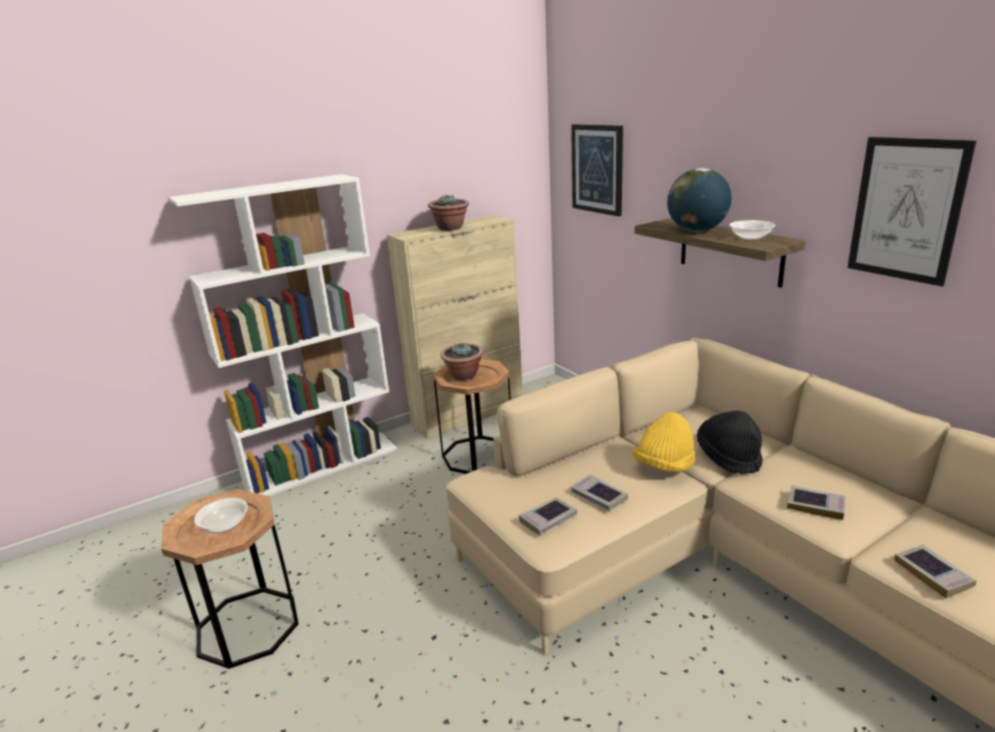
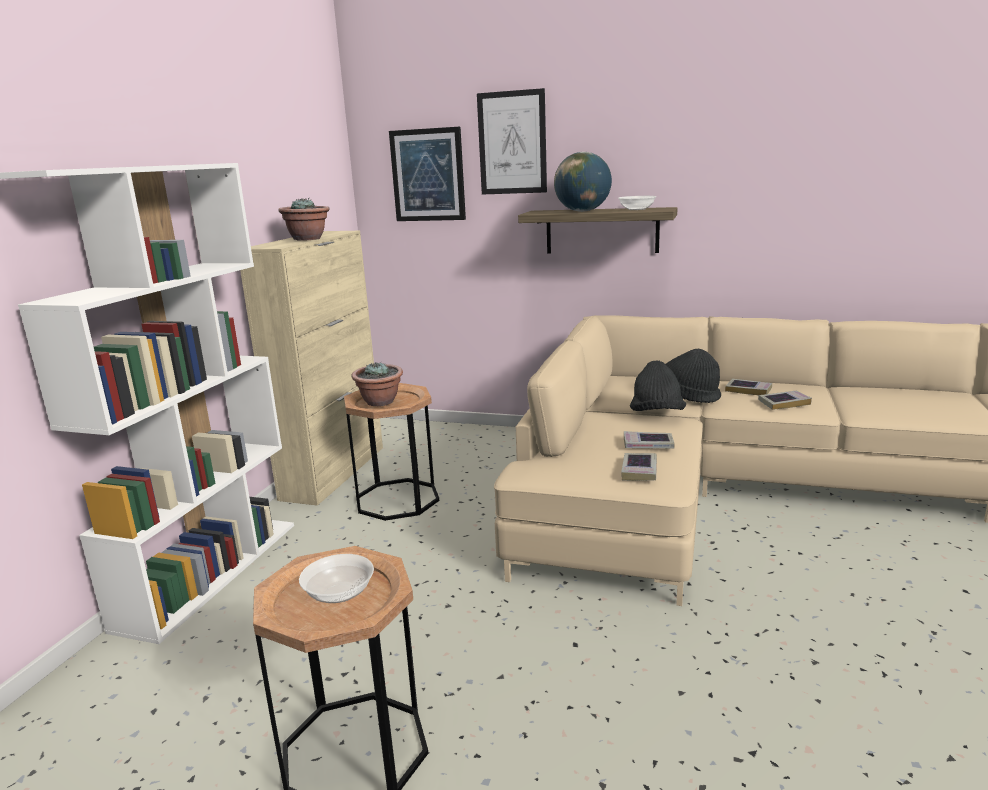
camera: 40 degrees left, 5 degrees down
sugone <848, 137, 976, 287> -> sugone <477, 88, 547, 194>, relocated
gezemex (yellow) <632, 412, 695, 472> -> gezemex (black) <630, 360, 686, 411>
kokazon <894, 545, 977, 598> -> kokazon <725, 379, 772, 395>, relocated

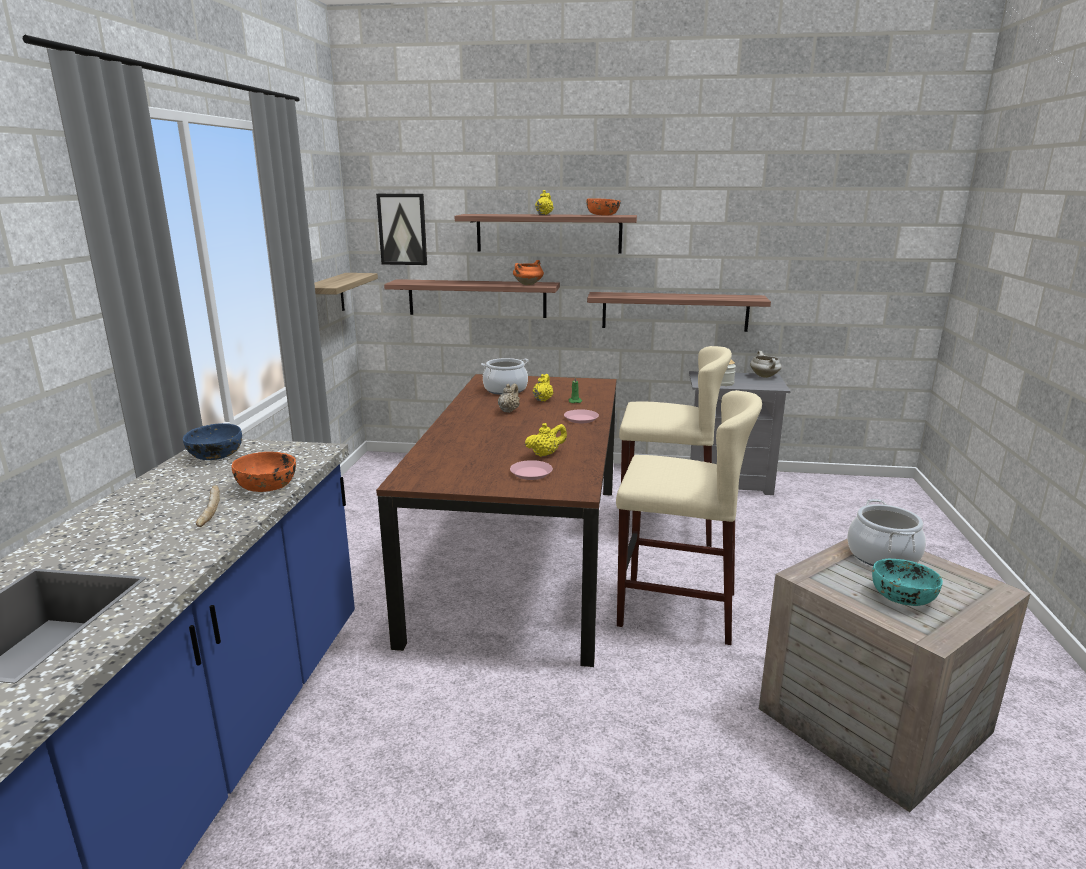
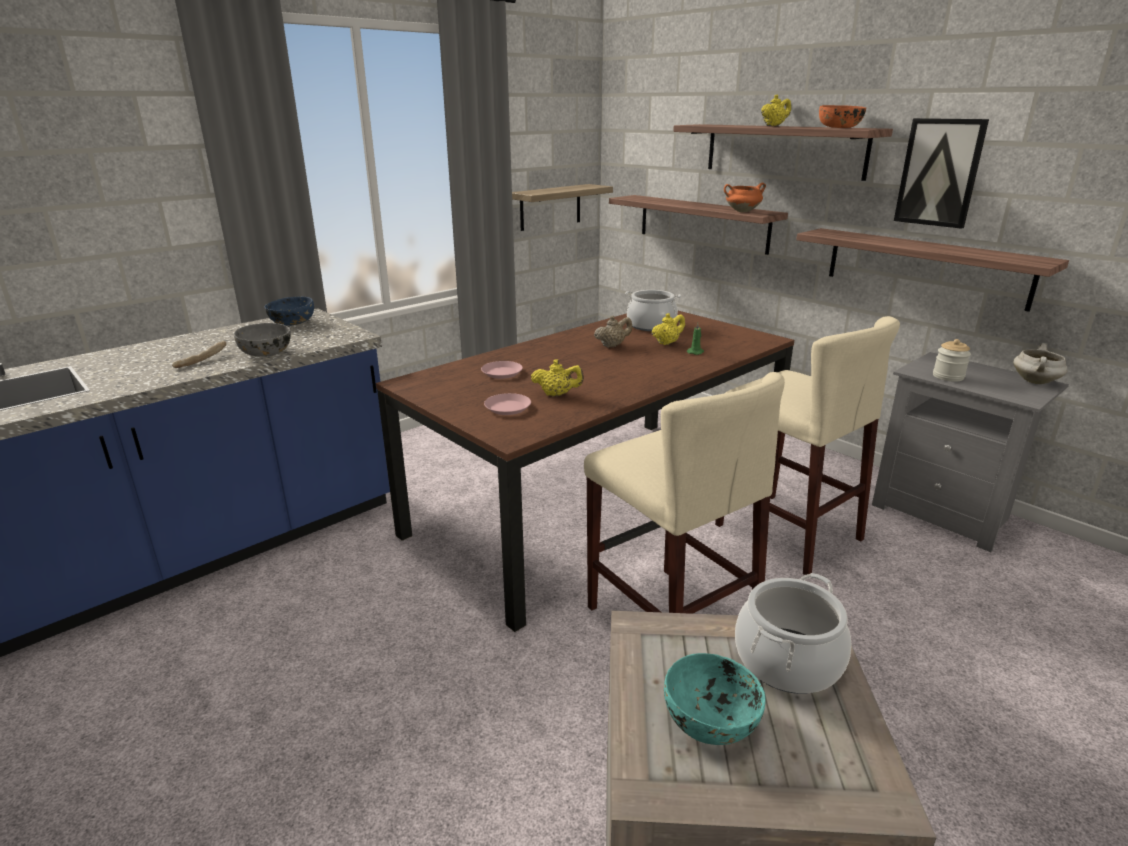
camera: 40 degrees right, 5 degrees up
sugone <376, 194, 427, 265> -> sugone <894, 118, 989, 229>, relocated
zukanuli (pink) <564, 409, 599, 423> -> zukanuli (pink) <481, 361, 523, 379>, relocated
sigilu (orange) <232, 452, 296, 492> -> sigilu (grey) <234, 323, 291, 357>

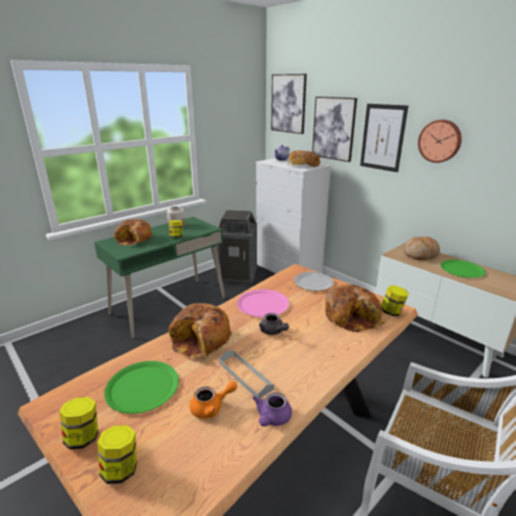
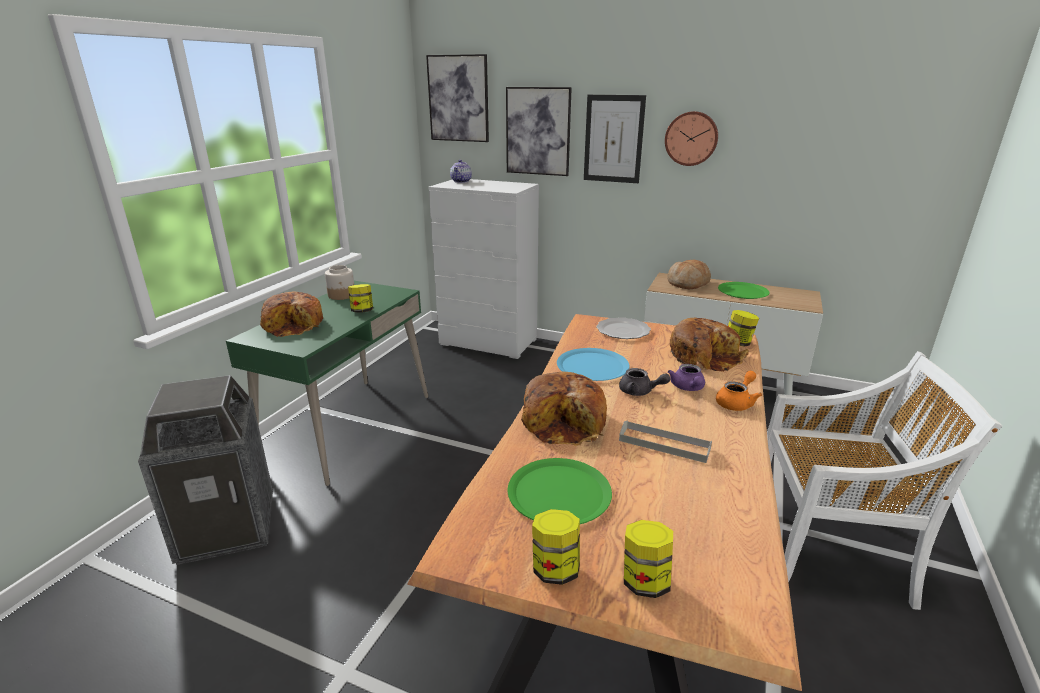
camera: 25 degrees left, 0 degrees up
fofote <288, 150, 320, 167> -> none
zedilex <216, 210, 257, 284> -> zedilex <138, 375, 273, 565>, relocated
zukanuli (pink) <237, 289, 289, 317> -> zukanuli (blue) <557, 348, 630, 381>
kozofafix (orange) <190, 381, 237, 419> -> kozofafix (orange) <716, 371, 762, 411>, relocated
kozofafix (purple) <252, 392, 292, 427> -> kozofafix (purple) <668, 364, 705, 391>, relocated

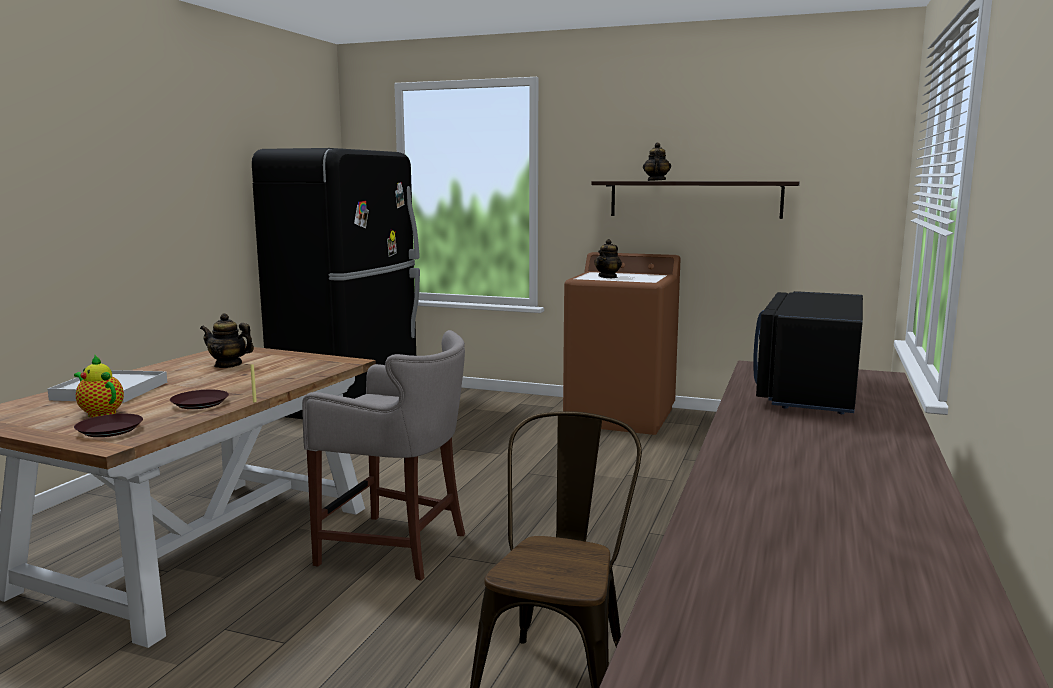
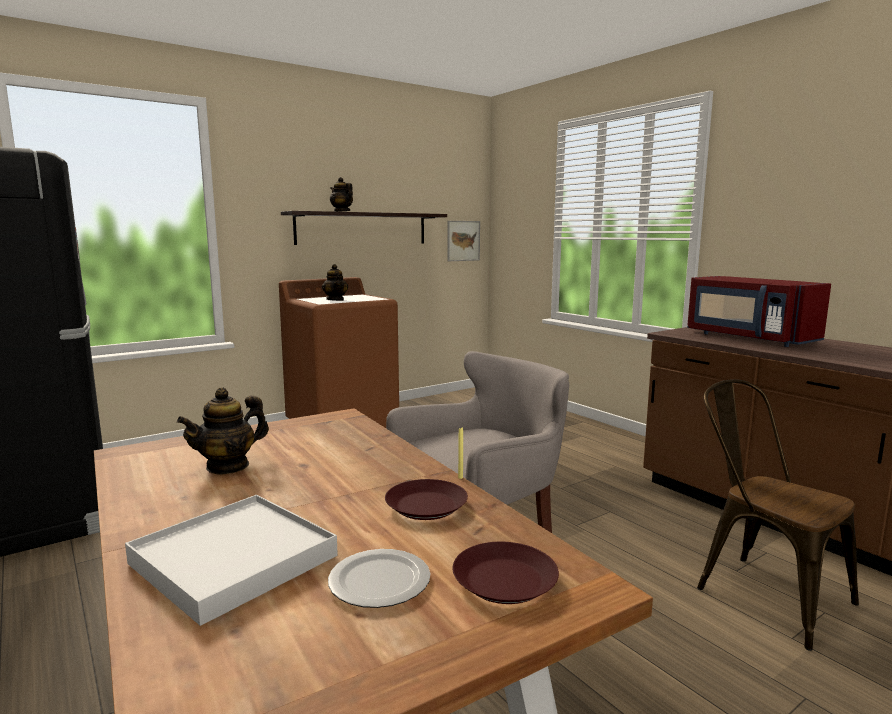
camera: 55 degrees left, 0 degrees up
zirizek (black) <753, 291, 863, 414> -> zirizek (red) <687, 276, 831, 347>
kozofafix <74, 355, 124, 418> -> zukanuli <328, 549, 430, 608>
none -> sugone <448, 221, 480, 261>

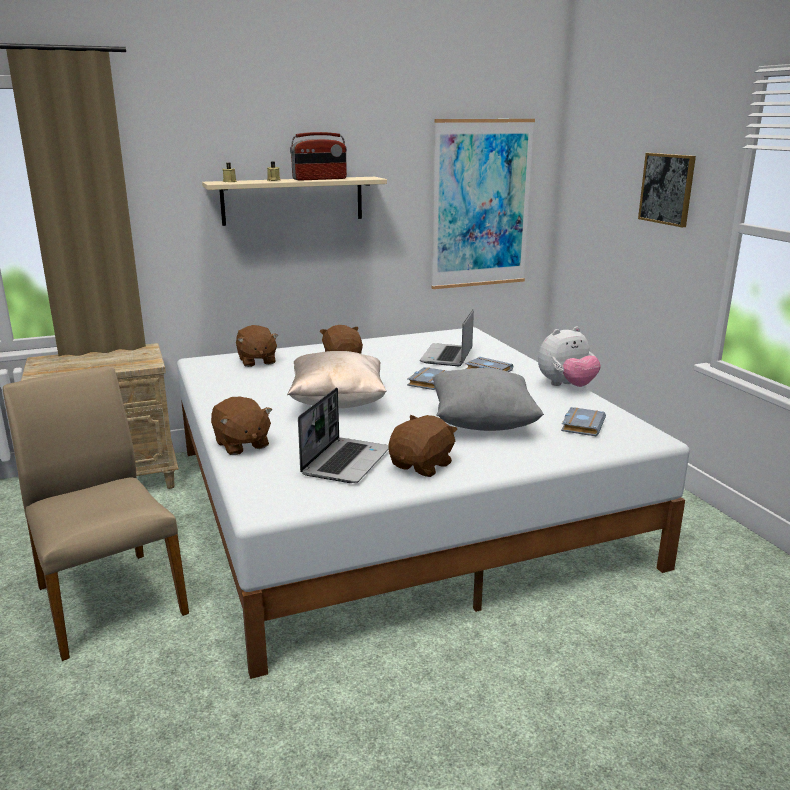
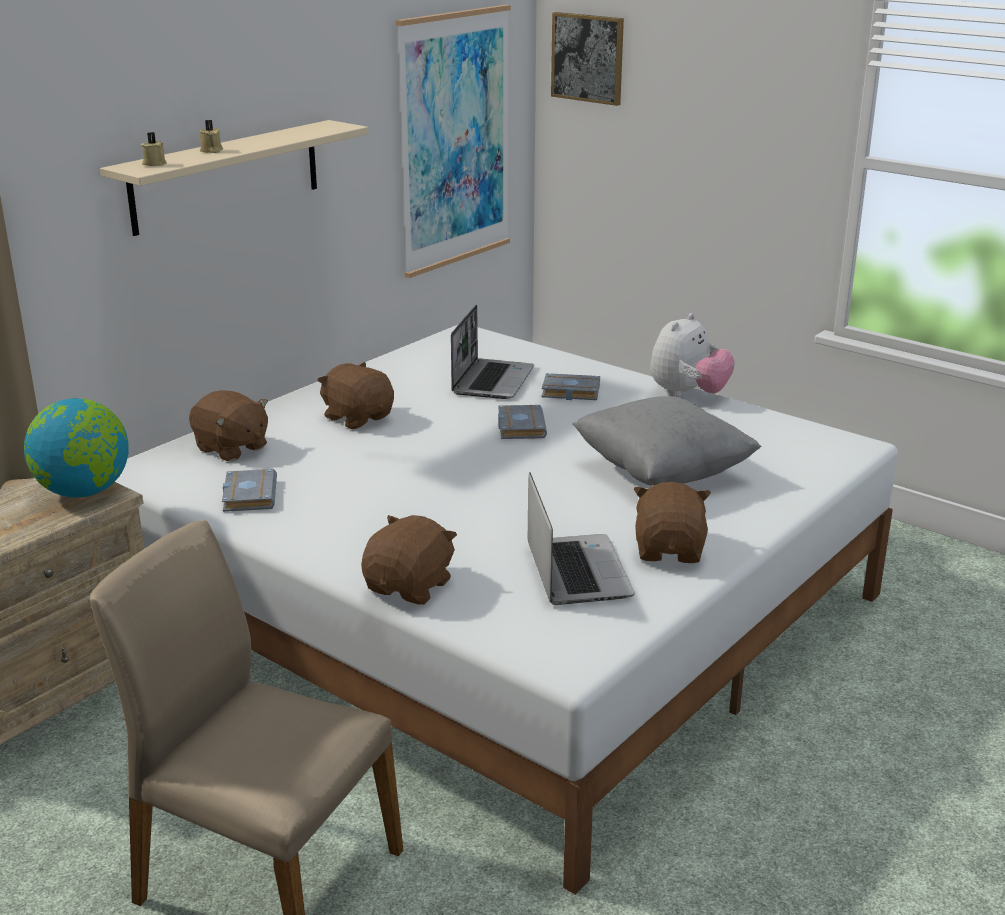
camera: 30 degrees left, 5 degrees up
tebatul <290, 132, 347, 181> -> none
sugone <638, 153, 696, 227> -> sugone <551, 12, 624, 106>, relocated
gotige <420, 309, 474, 366> -> gotige <451, 305, 534, 399>, 150 degrees counterclockwise
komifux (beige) <287, 351, 387, 408> -> none
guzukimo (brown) <211, 397, 272, 455> -> guzukimo (brown) <361, 515, 457, 605>, 90 degrees counterclockwise
kokazon (grey) <561, 407, 606, 436> -> kokazon (grey) <222, 469, 277, 512>, relocated
none -> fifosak <24, 398, 129, 498>

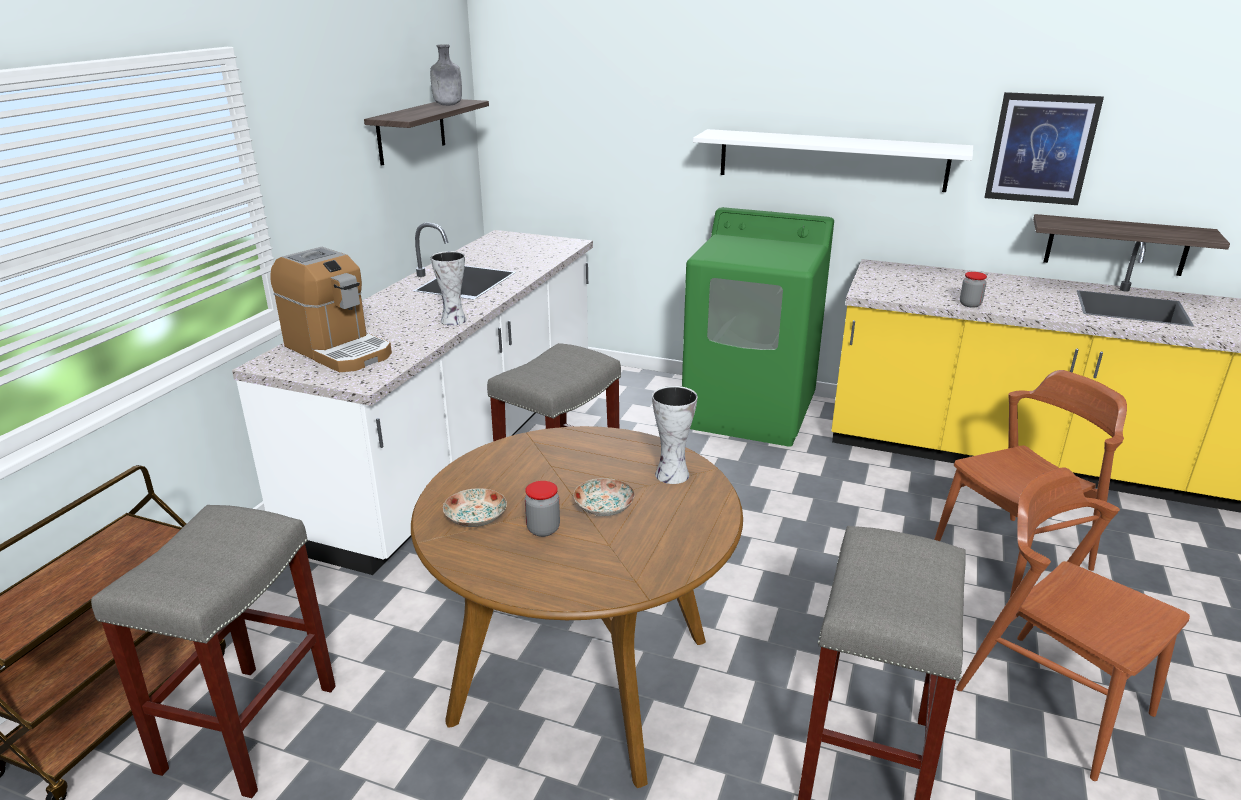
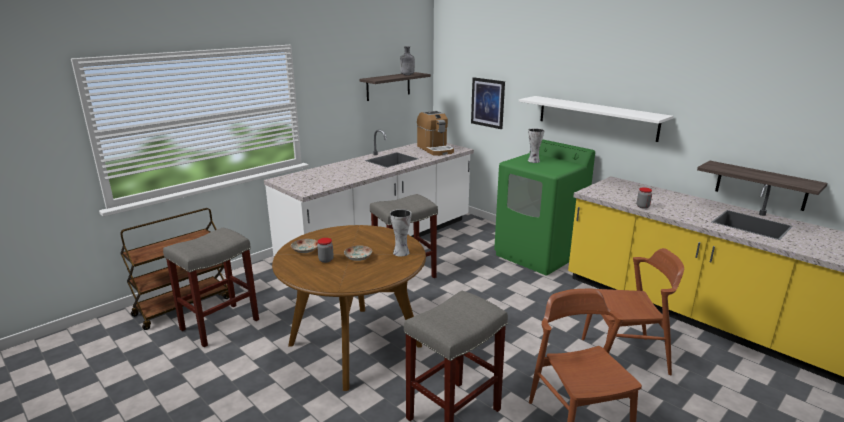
camera: 25 degrees right, 5 degrees down
sugone <984, 92, 1104, 205> -> sugone <471, 77, 505, 129>, relocated
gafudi <270, 247, 392, 372> -> gafudi <417, 111, 454, 156>, relocated
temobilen <431, 251, 467, 326> -> temobilen <528, 128, 544, 163>, relocated

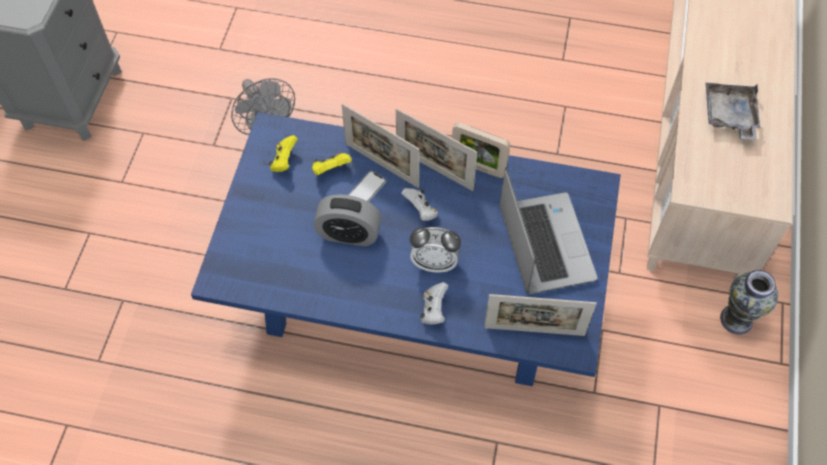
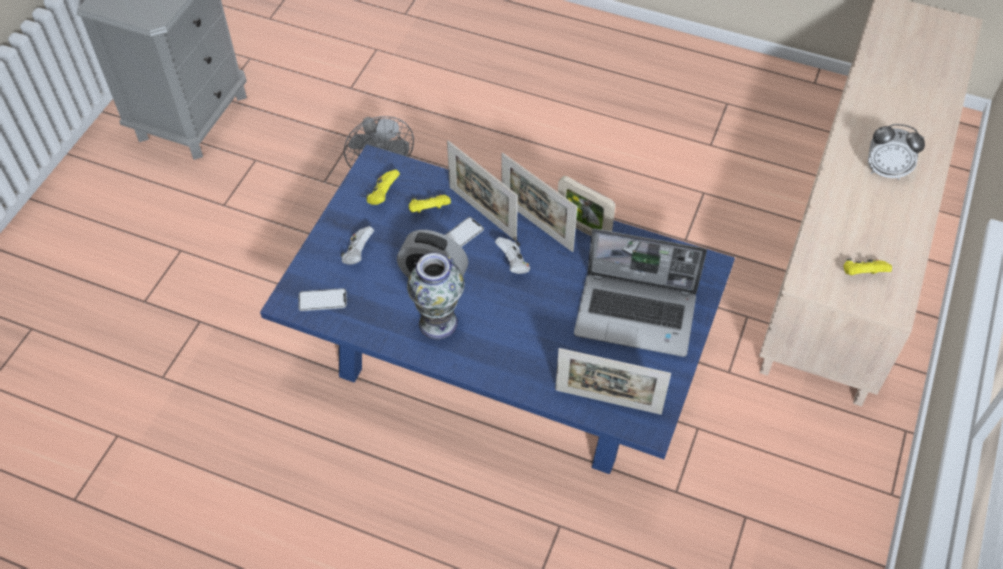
camera: 10 degrees right, 5 degrees down
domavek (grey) <705, 83, 760, 140> -> none
gotige <500, 167, 598, 294> -> gotige <574, 229, 707, 357>, 105 degrees clockwise
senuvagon <410, 227, 461, 273> -> senuvagon <868, 124, 925, 180>, relocated
temobilen <720, 270, 778, 335> -> temobilen <407, 253, 465, 339>, relocated
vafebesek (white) <420, 282, 448, 324> -> vafebesek (white) <340, 226, 374, 264>, relocated
none -> vafebesek (yellow) <843, 259, 892, 275>
none -> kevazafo <298, 288, 347, 311>

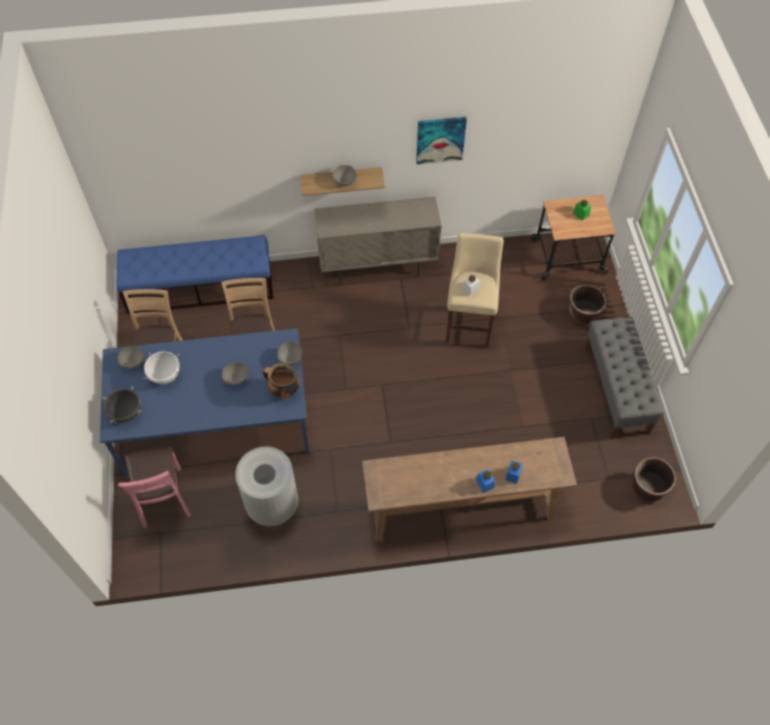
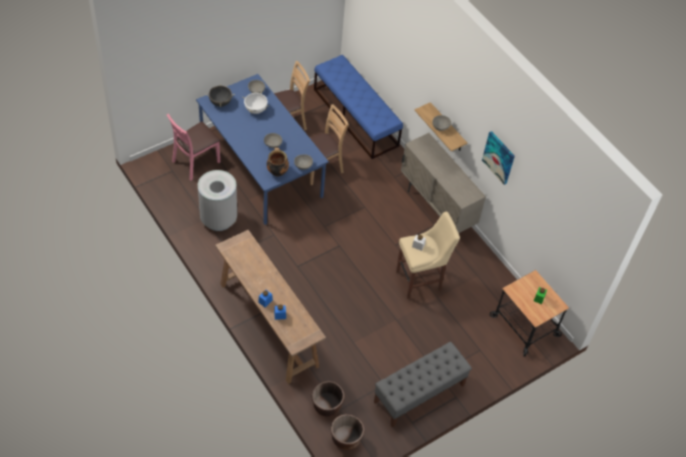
camera: 60 degrees right, 5 degrees down
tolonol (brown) <569, 285, 607, 324> -> tolonol (brown) <312, 381, 344, 417>, relocated

